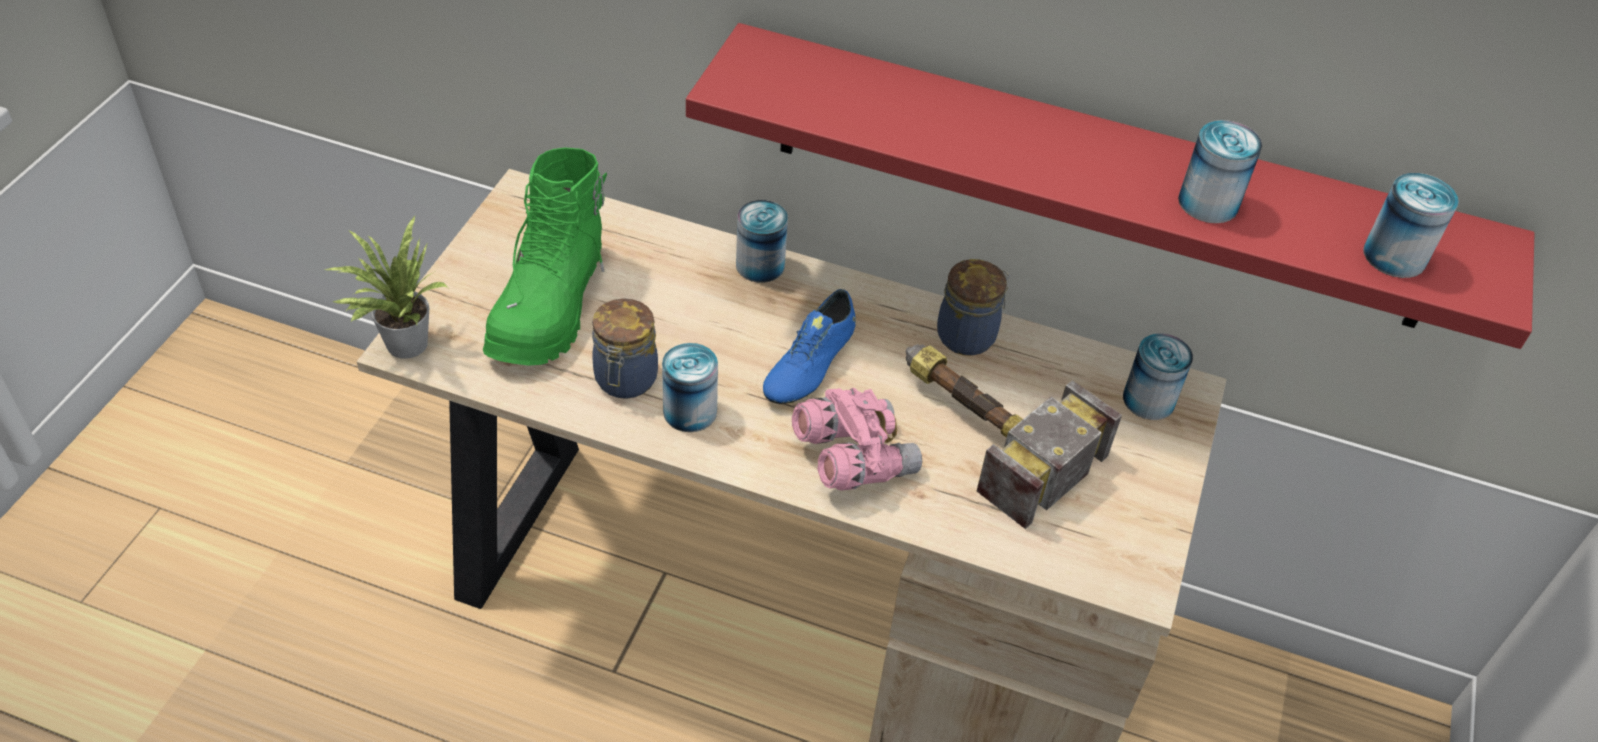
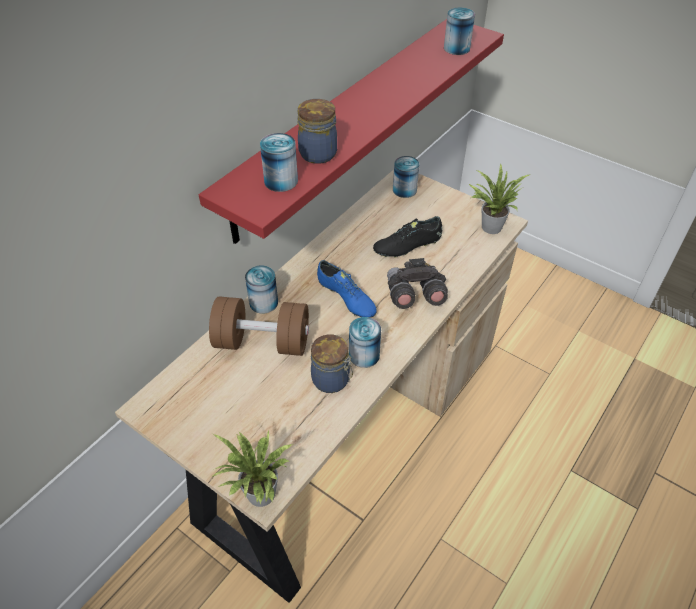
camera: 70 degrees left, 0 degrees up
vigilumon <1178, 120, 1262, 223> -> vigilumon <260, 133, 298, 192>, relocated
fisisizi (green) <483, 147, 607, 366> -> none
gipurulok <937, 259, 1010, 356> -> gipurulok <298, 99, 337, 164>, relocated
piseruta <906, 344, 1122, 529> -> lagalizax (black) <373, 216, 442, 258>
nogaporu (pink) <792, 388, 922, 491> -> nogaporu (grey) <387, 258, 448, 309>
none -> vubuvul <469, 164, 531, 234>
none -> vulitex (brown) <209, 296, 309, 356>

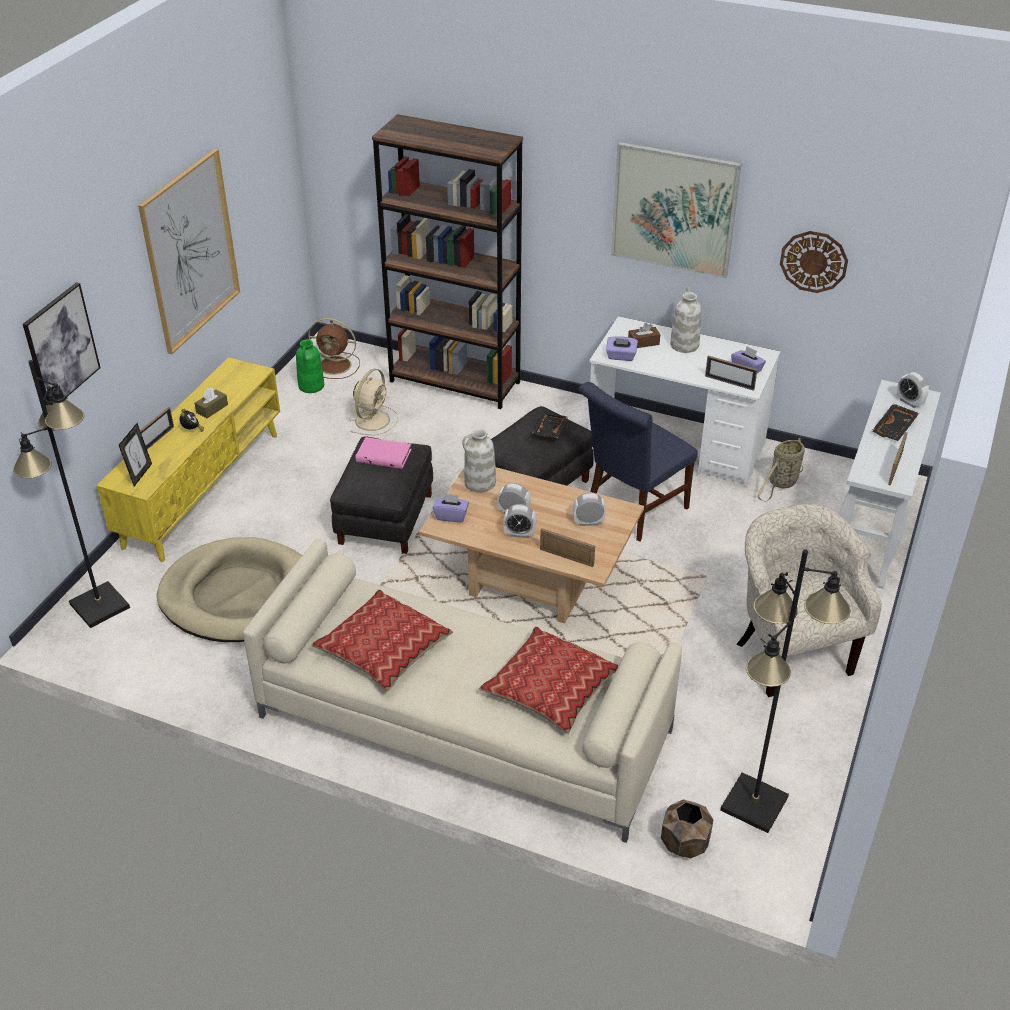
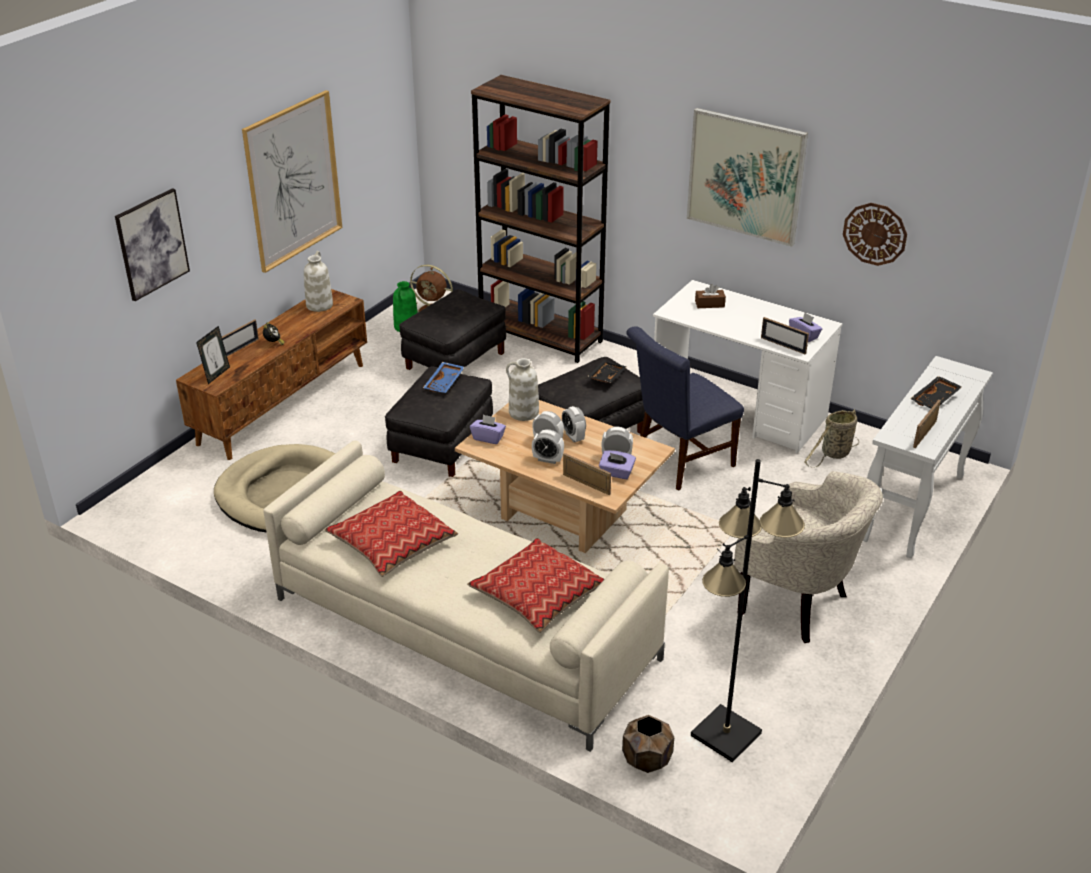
camera: 10 degrees right, 5 degrees down
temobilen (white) <670, 287, 702, 353> -> temobilen (white) <304, 251, 333, 312>, relocated
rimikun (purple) <606, 336, 638, 361> -> rimikun (purple) <599, 450, 636, 479>, relocated
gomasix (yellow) <96, 357, 280, 562> -> gomasix (brown) <176, 289, 367, 460>
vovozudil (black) <13, 360, 130, 628> -> none
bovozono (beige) <349, 369, 398, 435> -> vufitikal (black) <399, 289, 506, 370>
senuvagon <897, 372, 929, 408> -> senuvagon <562, 406, 586, 442>, relocated
rimikun (brown) <195, 388, 228, 418> -> none
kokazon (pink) <356, 437, 412, 469> -> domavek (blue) <423, 362, 465, 393>
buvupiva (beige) <737, 504, 882, 697> -> buvupiva (beige) <734, 471, 883, 643>, 135 degrees clockwise

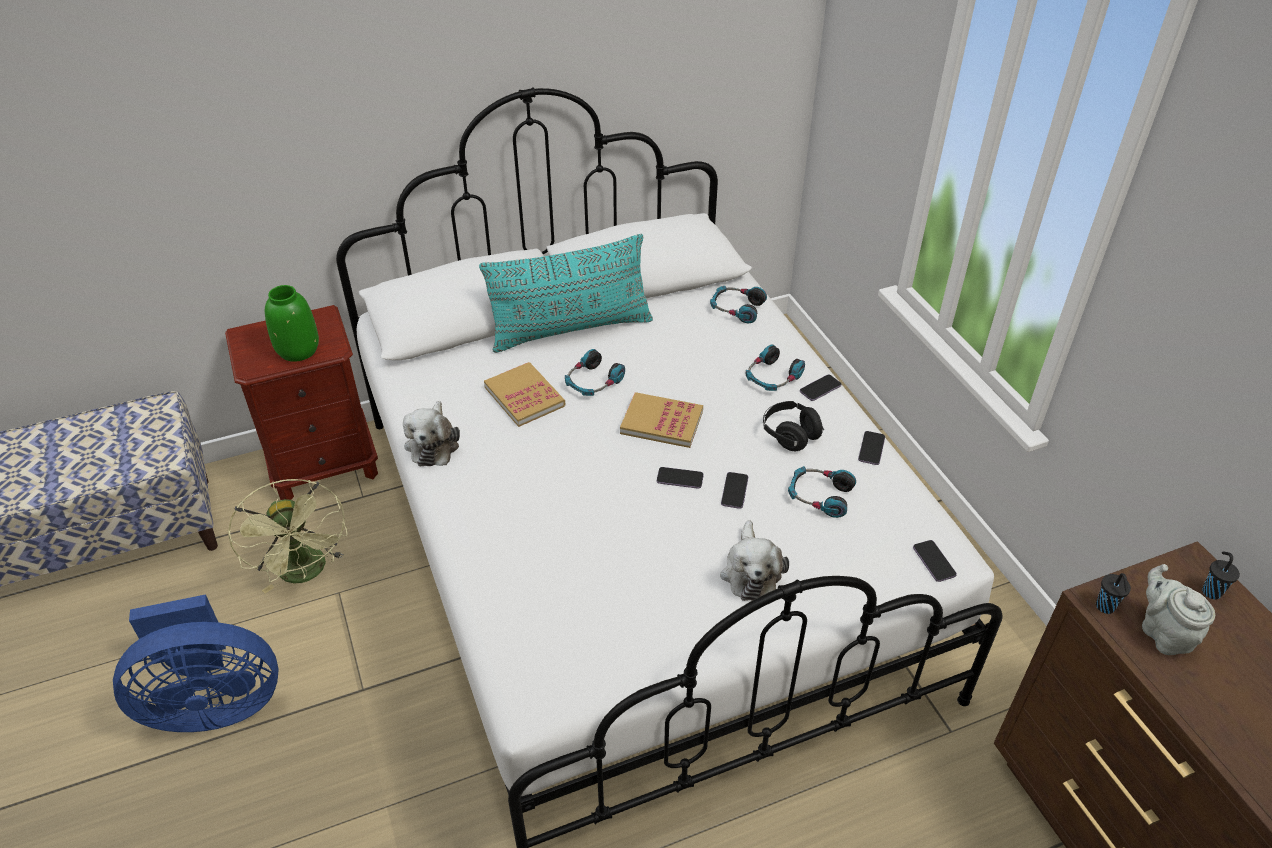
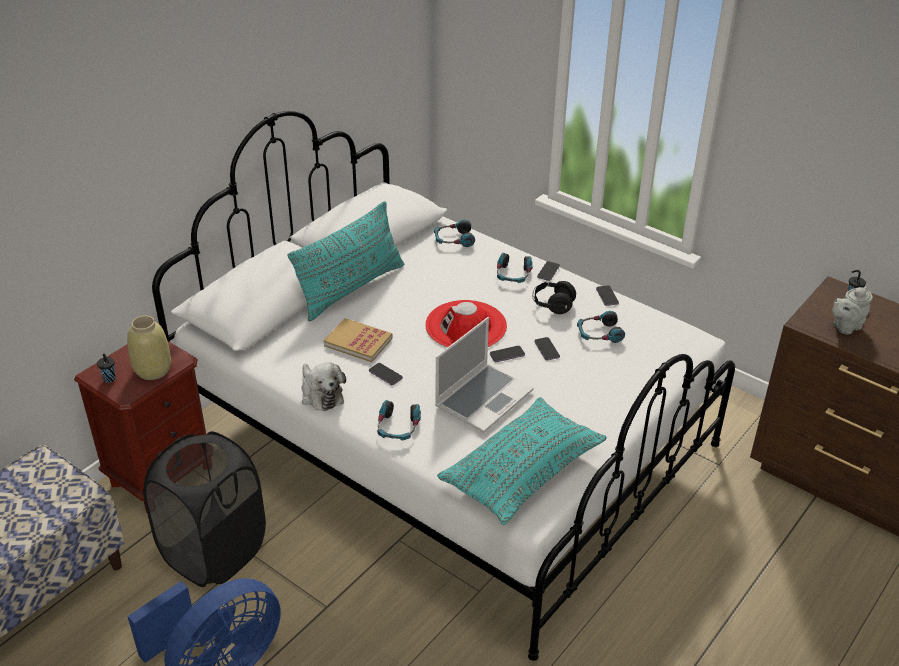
camera: 30 degrees left, 5 degrees down
temobilen (green) <265, 285, 319, 362> -> temobilen (beige) <127, 316, 171, 380>
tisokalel <565, 349, 625, 396> -> tisokalel <377, 400, 421, 440>, relocated
kokazon <620, 392, 703, 448> -> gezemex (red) <425, 300, 507, 348>
bovozono (green) <228, 479, 348, 594> -> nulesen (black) <143, 431, 266, 587>
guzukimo <720, 520, 789, 601> -> none
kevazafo <913, 540, 957, 582> -> kevazafo <369, 363, 403, 385>, relocated
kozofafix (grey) <1142, 564, 1215, 655> -> kozofafix (grey) <832, 287, 873, 334>, 75 degrees counterclockwise
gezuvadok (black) <1096, 573, 1131, 614> -> gezuvadok (black) <97, 354, 116, 383>, relocated
none -> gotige <435, 317, 534, 433>
none -> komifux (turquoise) <437, 397, 607, 525>

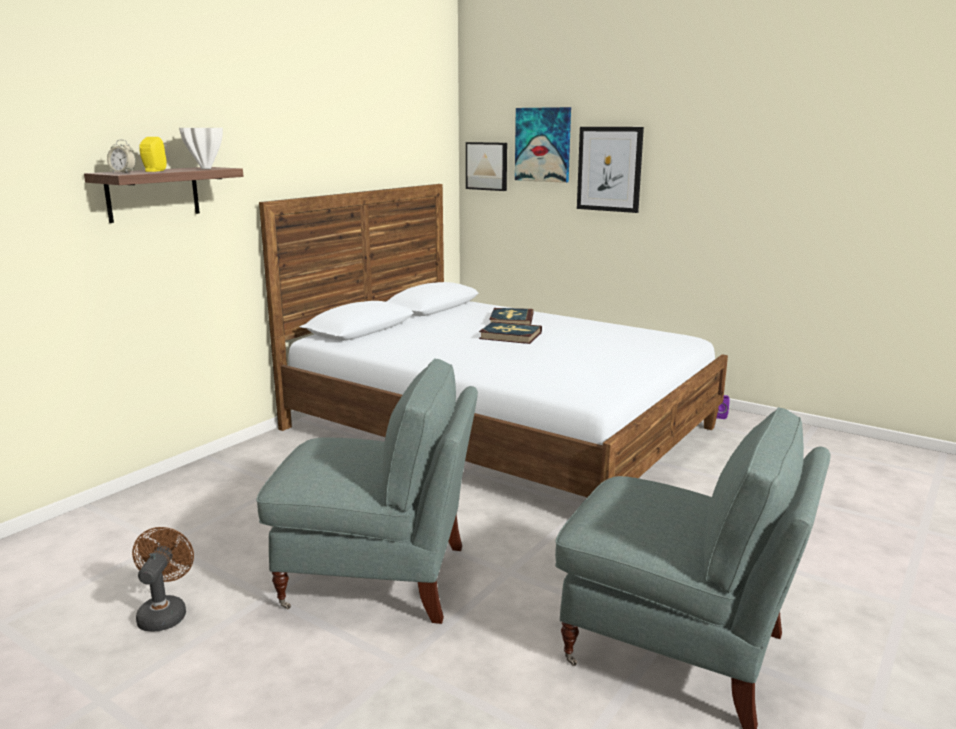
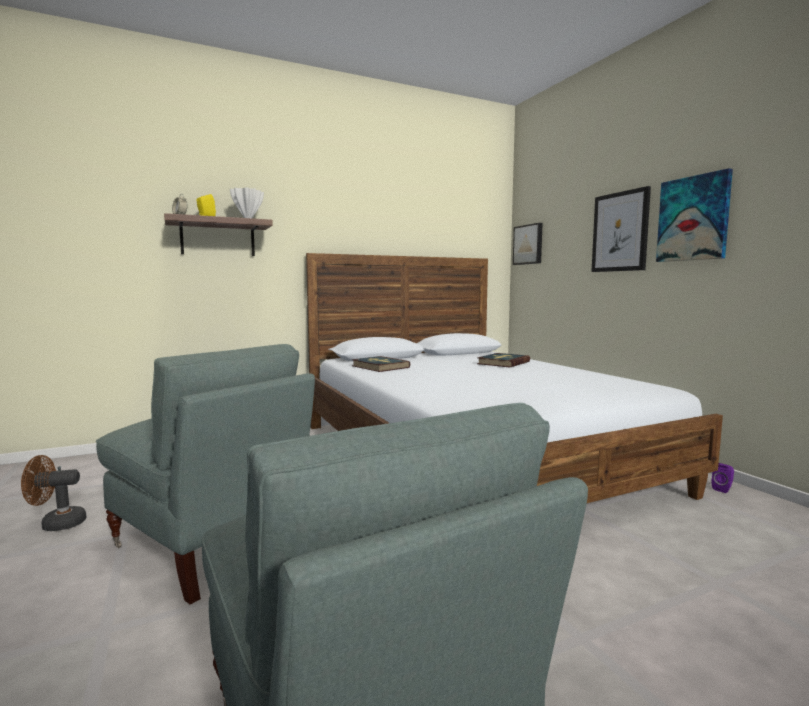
camera: 30 degrees right, 10 degrees down
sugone <515, 107, 571, 183> -> sugone <656, 168, 733, 262>, relocated
kokazon <479, 321, 542, 344> -> kokazon <352, 356, 410, 372>, relocated
bovozono (brown) <132, 527, 194, 632> -> bovozono (brown) <21, 455, 87, 531>, 135 degrees counterclockwise

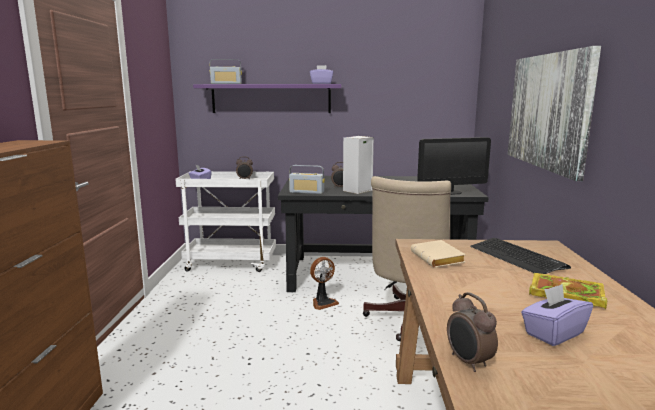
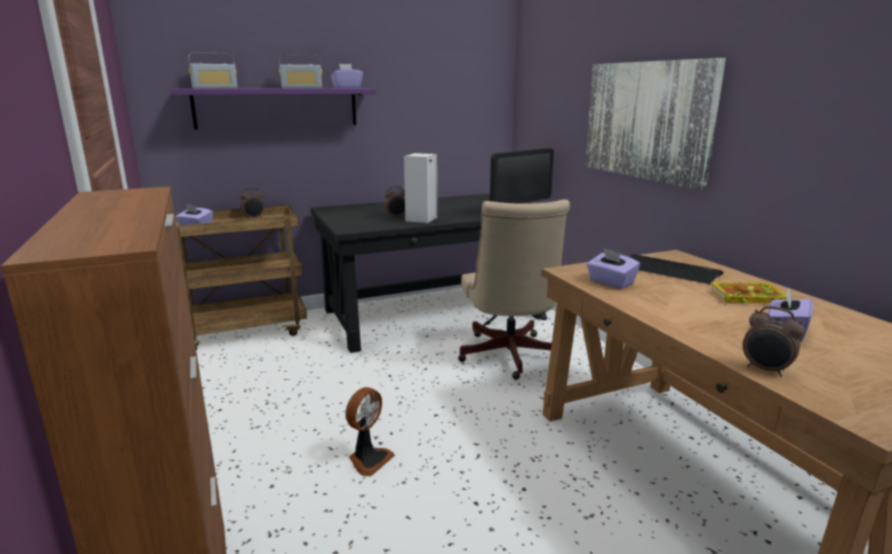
camera: 25 degrees left, 5 degrees up
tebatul <289, 165, 325, 194> -> tebatul <279, 54, 323, 88>, relocated
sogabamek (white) <175, 171, 276, 272> -> sogabamek (brown) <175, 205, 307, 351>
kokazon (beige) <411, 240, 466, 268> -> rimikun (purple) <587, 248, 640, 289>
bovozono <310, 257, 339, 310> -> bovozono <346, 387, 395, 476>, relocated

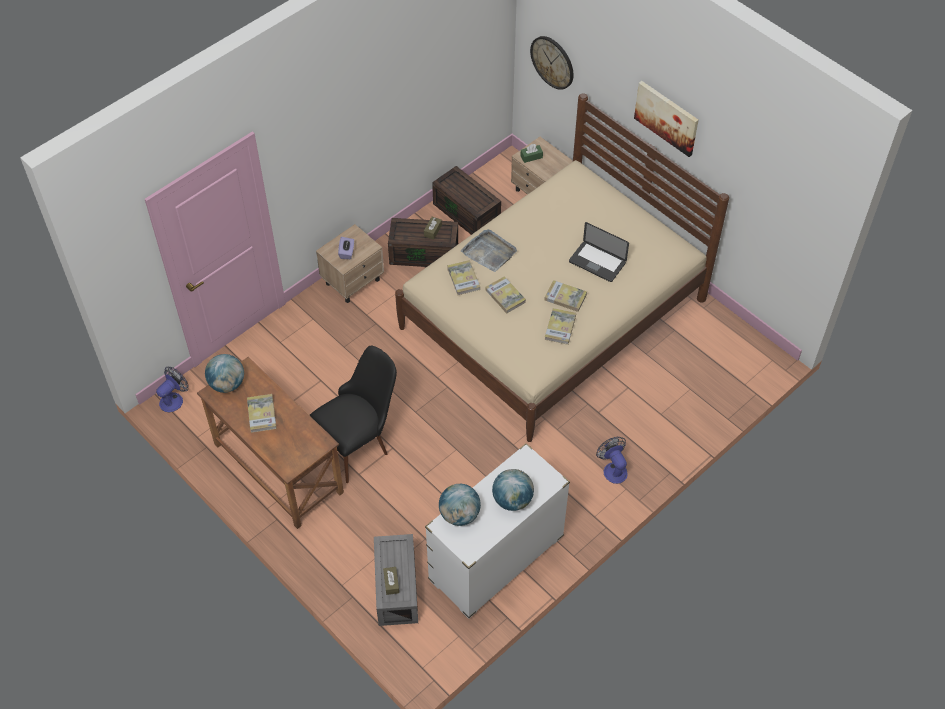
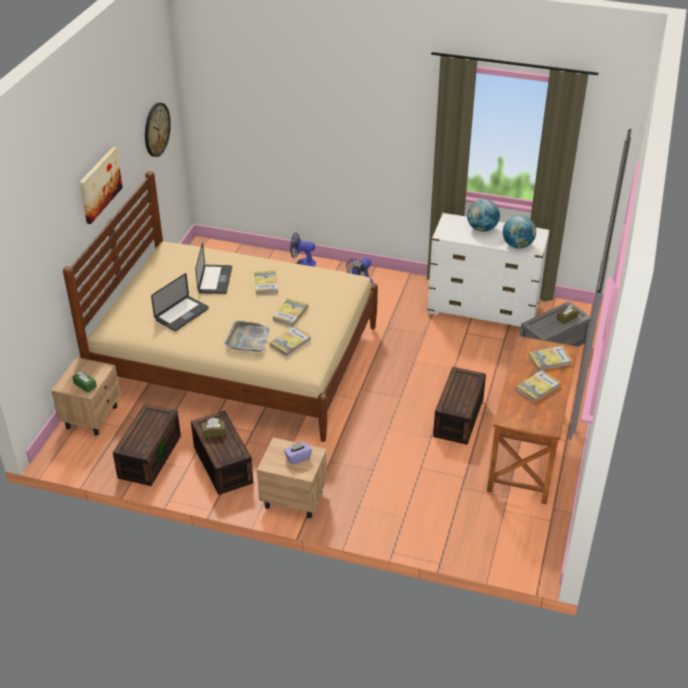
camera: 120 degrees left, 15 degrees down
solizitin <530, 36, 574, 90> -> solizitin <145, 103, 171, 157>, relocated
kokazon <545, 308, 576, 345> -> kokazon <528, 346, 573, 371>, relocated
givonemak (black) <310, 346, 397, 483> -> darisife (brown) <433, 367, 486, 445>
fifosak <205, 354, 244, 393> -> none
bovozono <156, 367, 189, 412> -> bovozono <290, 232, 316, 267>, relocated
none -> gotige <151, 273, 209, 331>

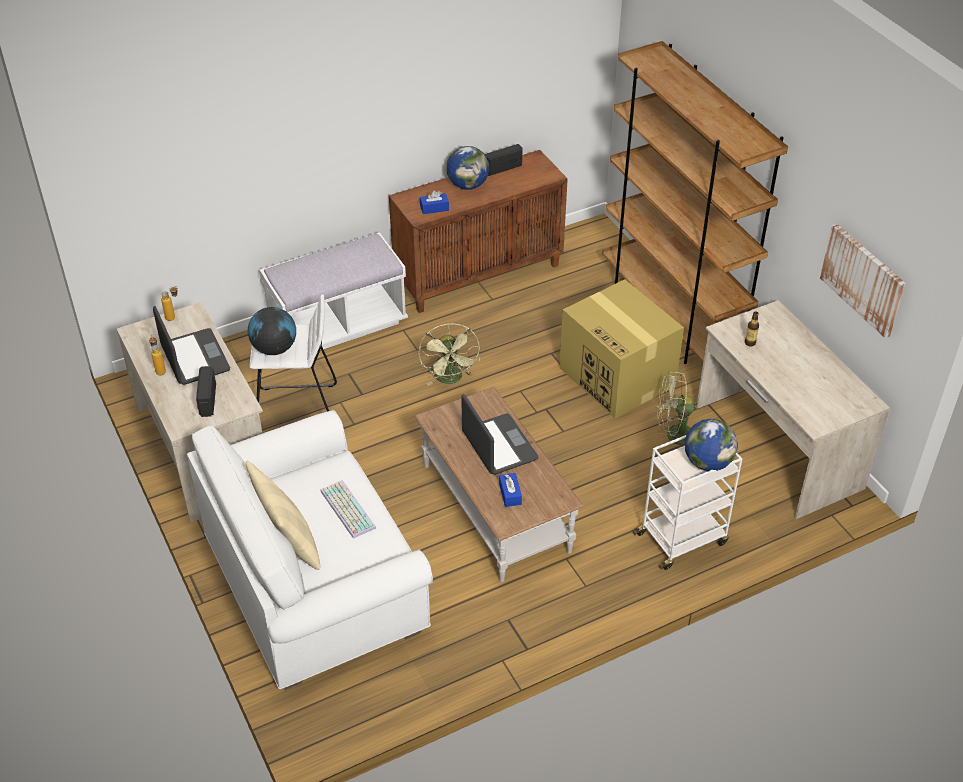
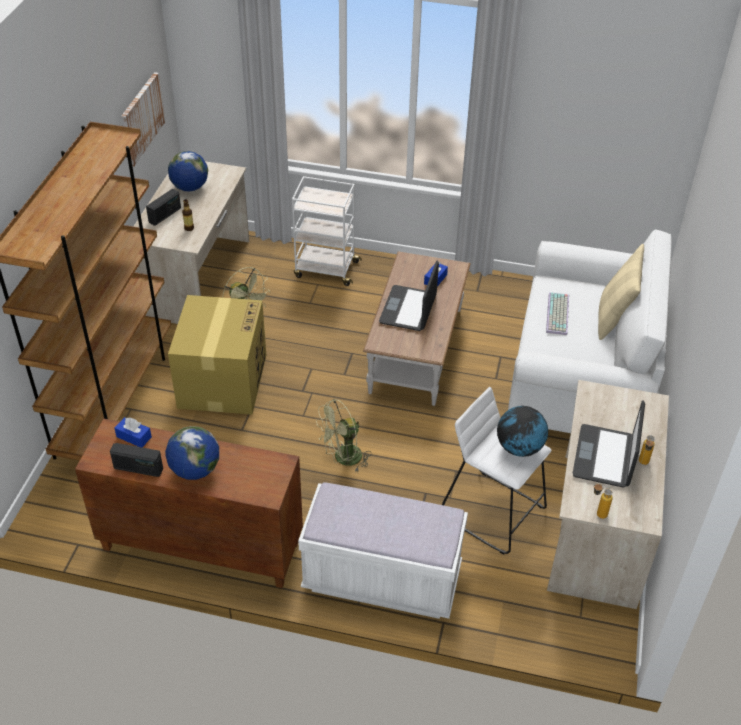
camera: 140 degrees left, 0 degrees up
rimikun (blue) <420, 190, 449, 214> -> rimikun (blue) <115, 417, 152, 447>, relocated
bovozono (green) <418, 324, 480, 386> -> bovozono (green) <316, 399, 372, 473>, 150 degrees counterclockwise
tebatul <196, 366, 216, 417> -> tebatul <146, 189, 181, 226>, relocated
fifosak <685, 419, 738, 471> -> fifosak <168, 151, 208, 192>, relocated

